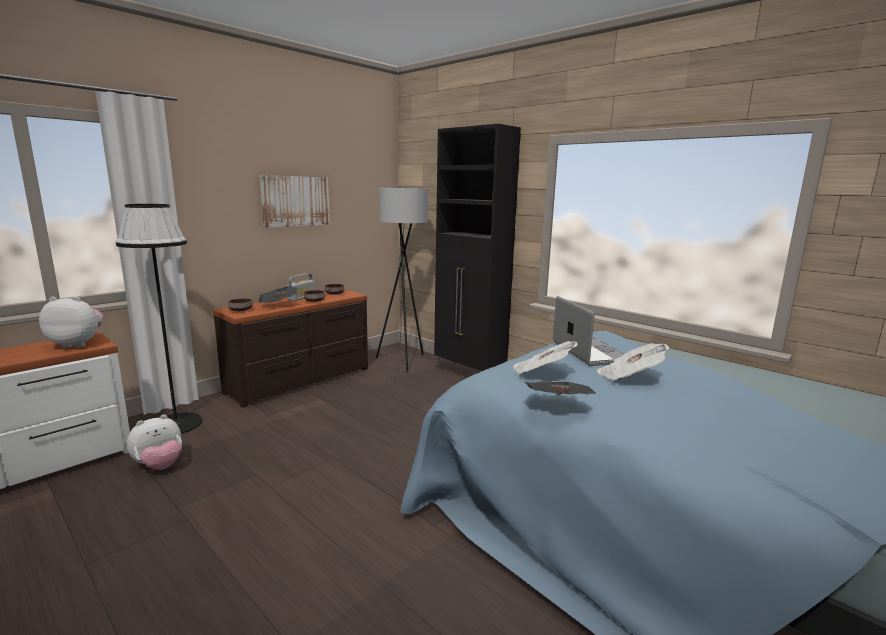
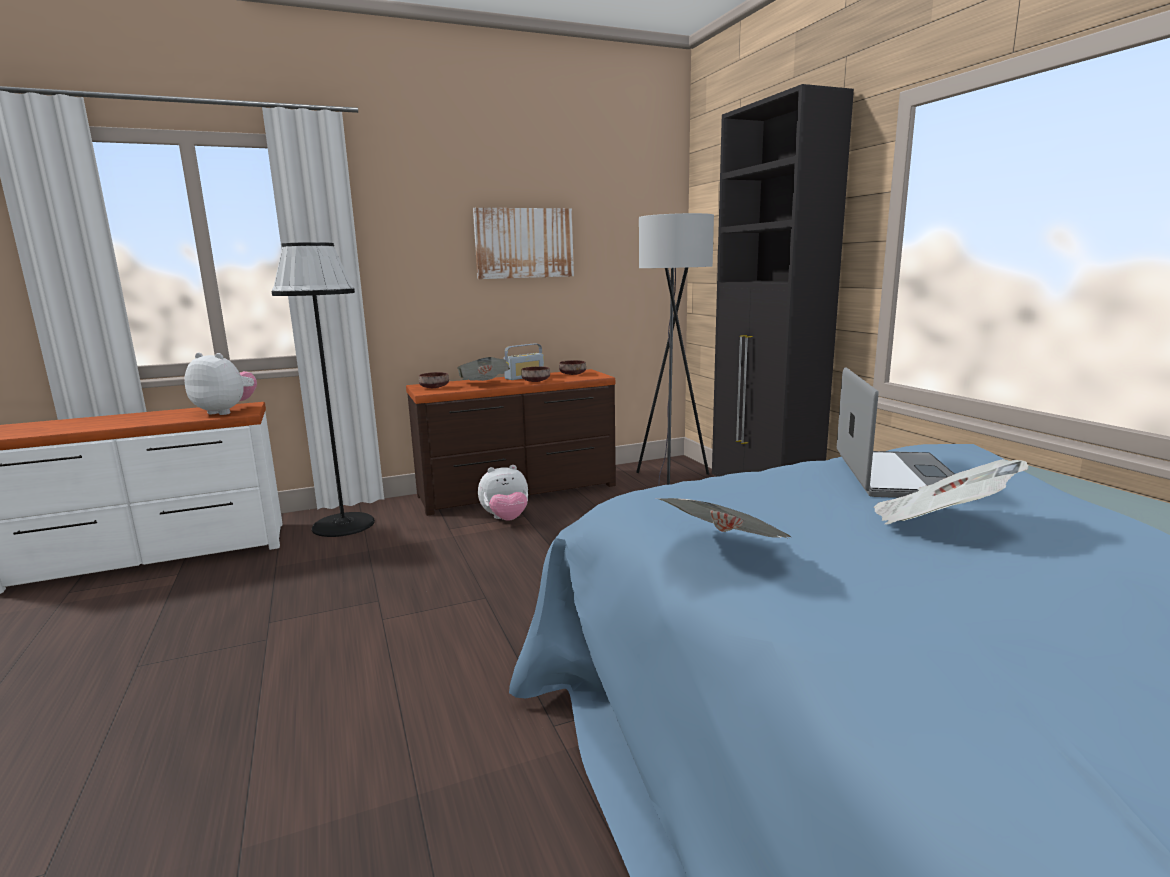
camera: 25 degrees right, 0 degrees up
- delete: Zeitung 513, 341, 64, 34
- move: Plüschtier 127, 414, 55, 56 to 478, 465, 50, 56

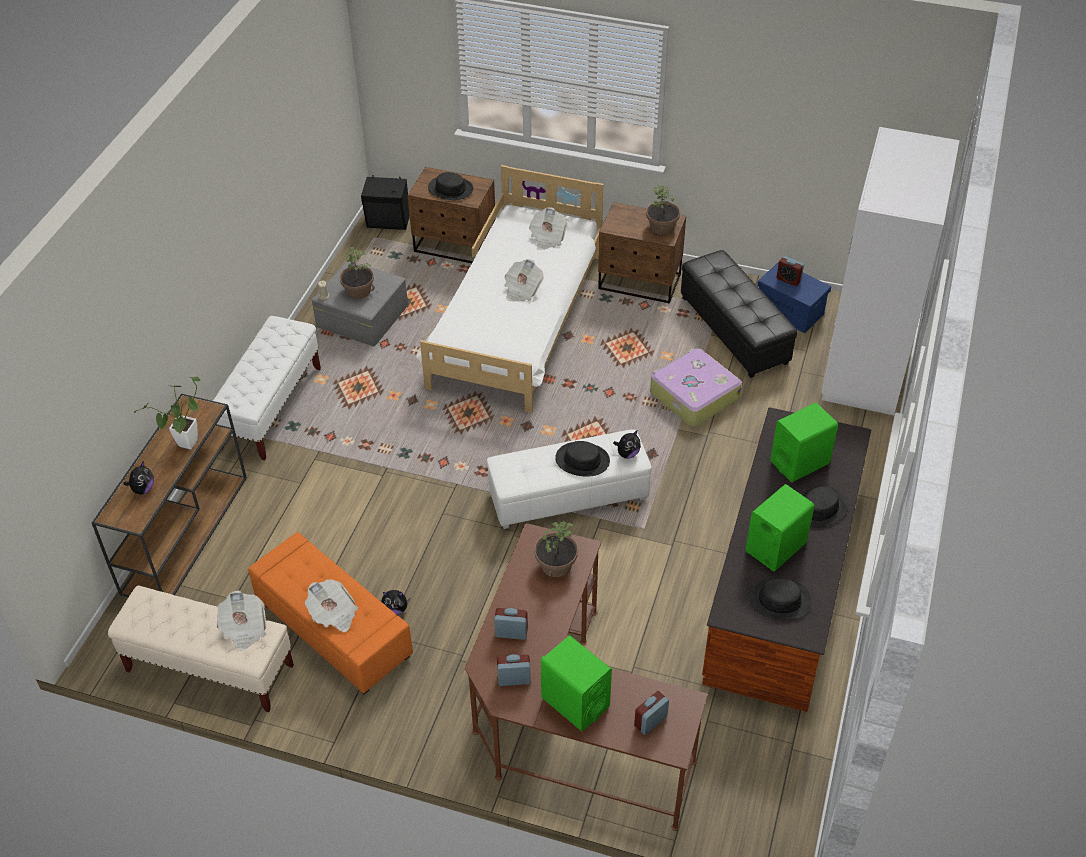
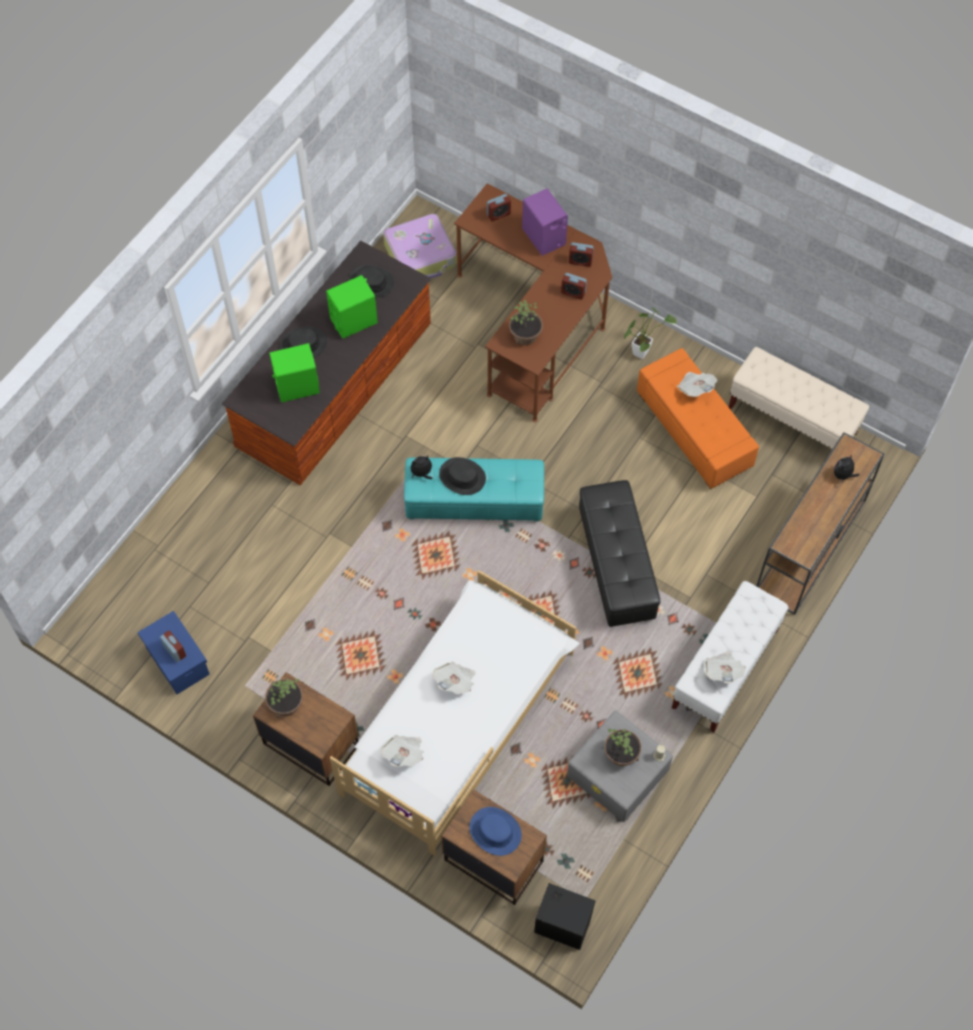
camera: 165 degrees left, 15 degrees up
- delete: Kleiderschrank [weiß] 821, 127, 139, 288
- recolor: Hut [schwarz] 428, 172, 45, 28 to Hut [blau] 469, 807, 53, 49
- move: Polsterhocker [schwarz] 681, 250, 117, 128 to 579, 480, 81, 147
- move: Koffer 650, 348, 92, 79 to 383, 214, 74, 64
- move: Topfpflanze 134, 376, 66, 73 to 624, 307, 53, 52
- recolor: Polsterhocker [weiß] 487, 429, 165, 100 to Polsterhocker [türkis] 404, 458, 140, 63
- move: Zeitung 217, 590, 50, 61 to 705, 652, 41, 32
- delete: Plüschtier 382, 590, 28, 25
- recolor: Lautsprecher [grün] 541, 635, 71, 96 to Lautsprecher [lila] 522, 189, 46, 67

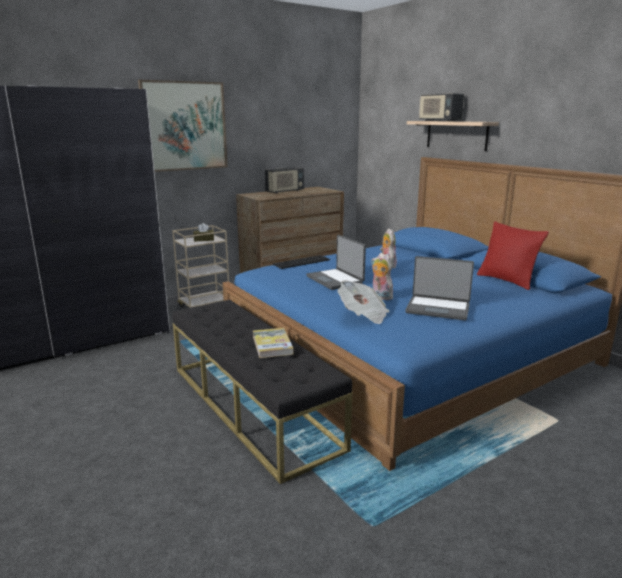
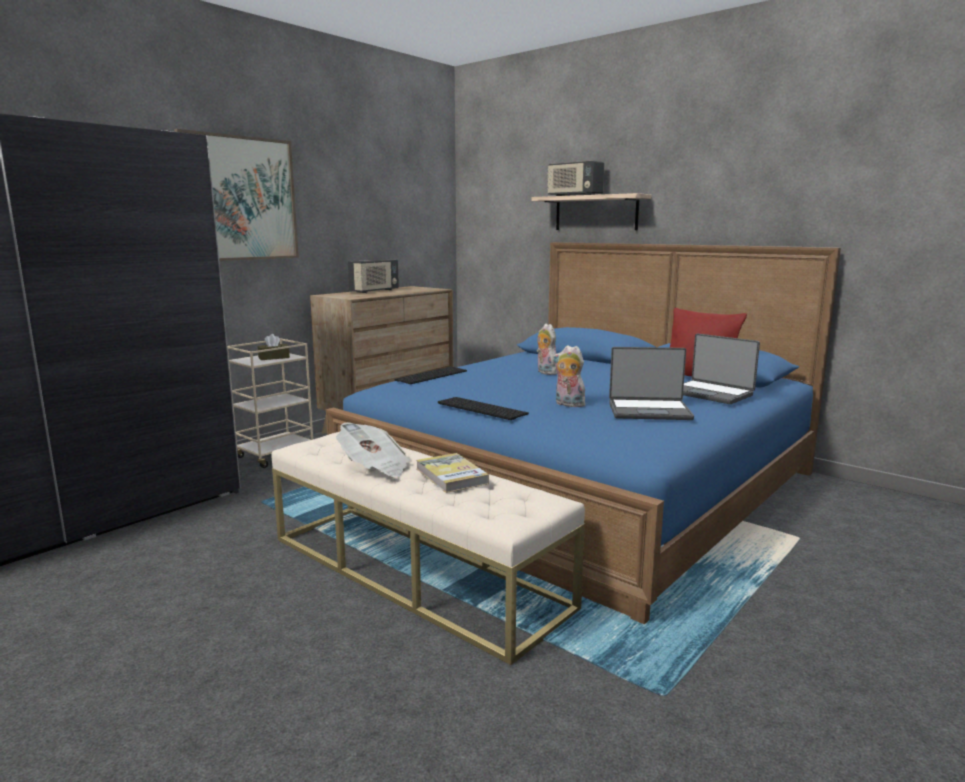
camera: 15 degrees left, 5 degrees down
- move: Laptop 306, 235, 60, 55 to 683, 333, 77, 71
- move: Zeitung 337, 280, 52, 44 to 336, 422, 75, 56
- recolor: Bank [schwarz] 172, 300, 180, 184 to Bank [beige] 271, 432, 314, 233
- insert: Tastatur 438, 397, 91, 23

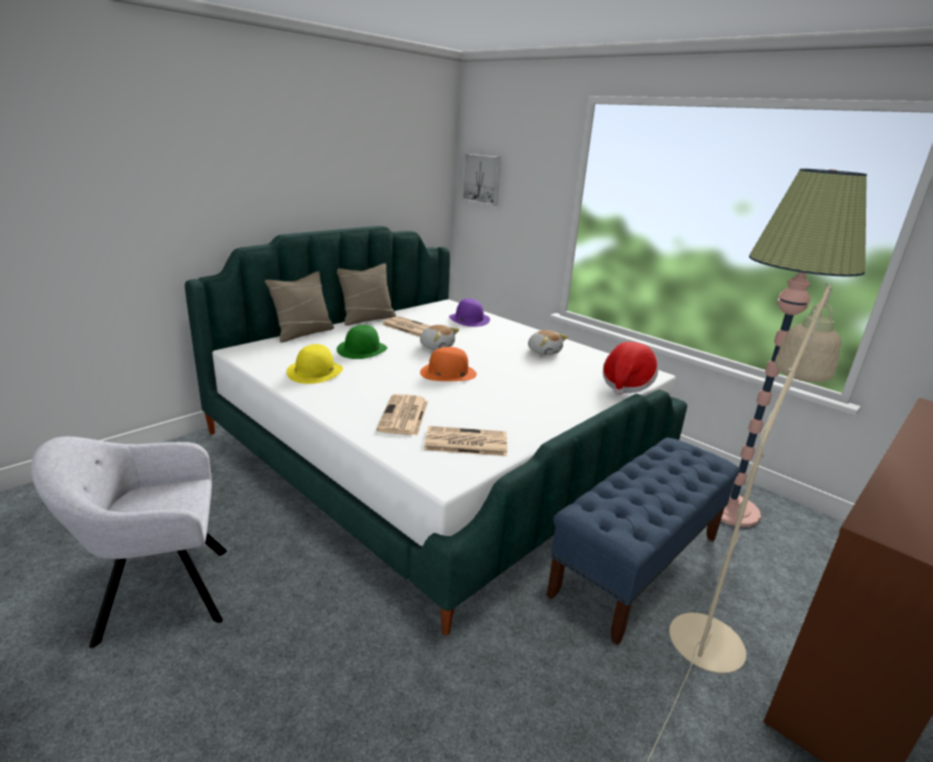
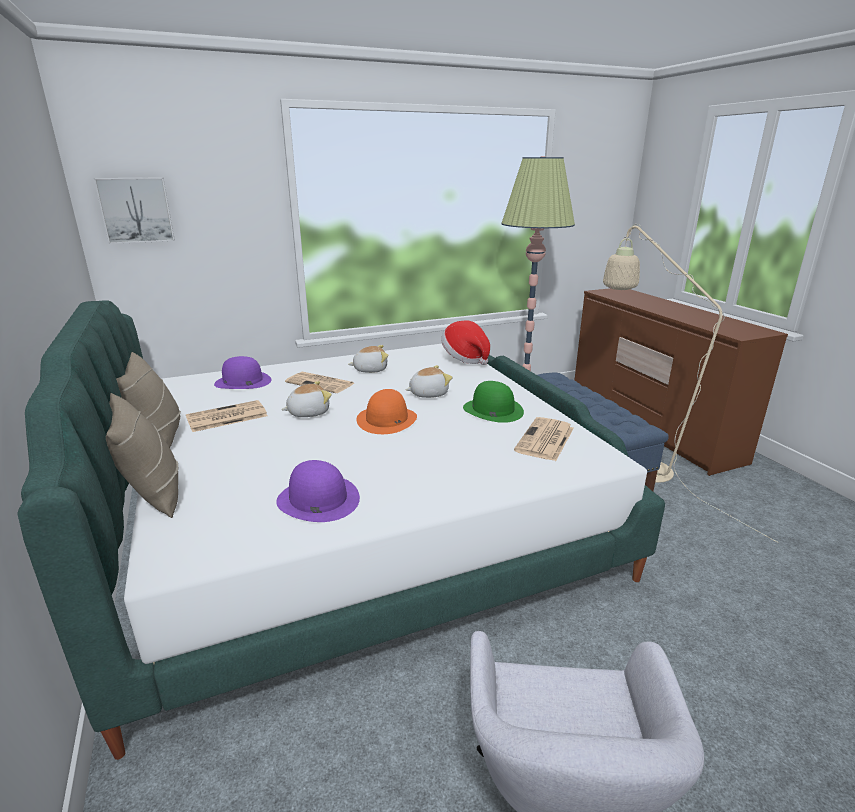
camera: 65 degrees left, 0 degrees up
- move: Hut [grün] 337, 325, 50, 34 to 463, 381, 61, 42
- recolor: Hut [gelb] 286, 344, 57, 40 to Hut [lila] 276, 460, 84, 62
- move: Zeitung 376, 394, 52, 42 to 285, 372, 70, 21
- insert: Plüschtier 405, 365, 47, 33

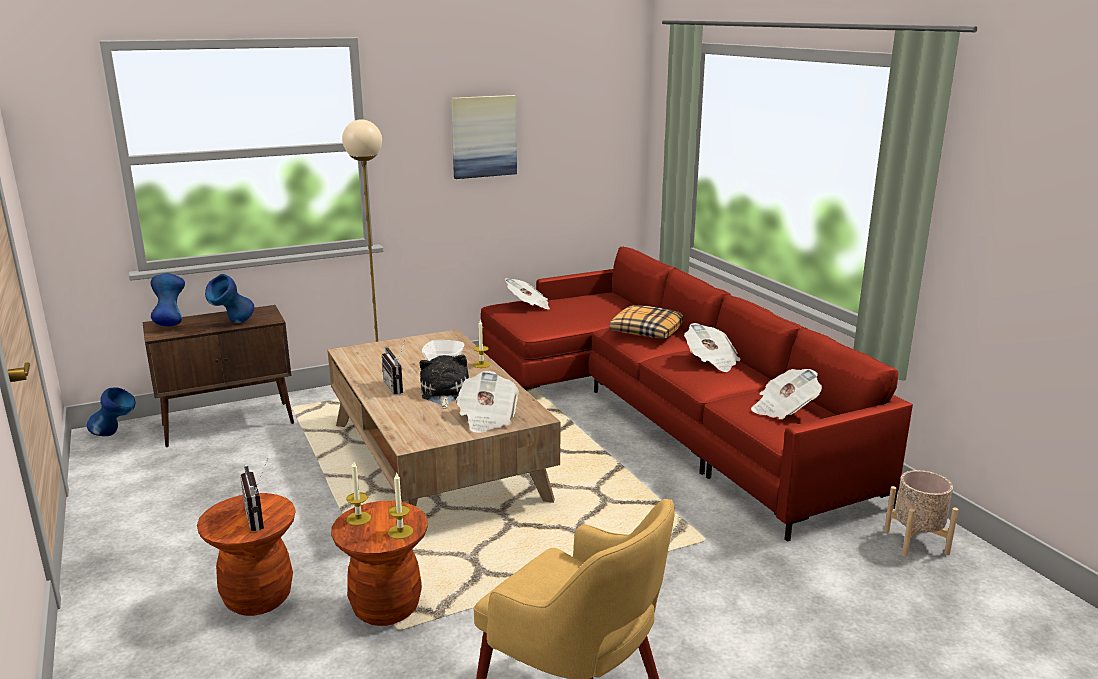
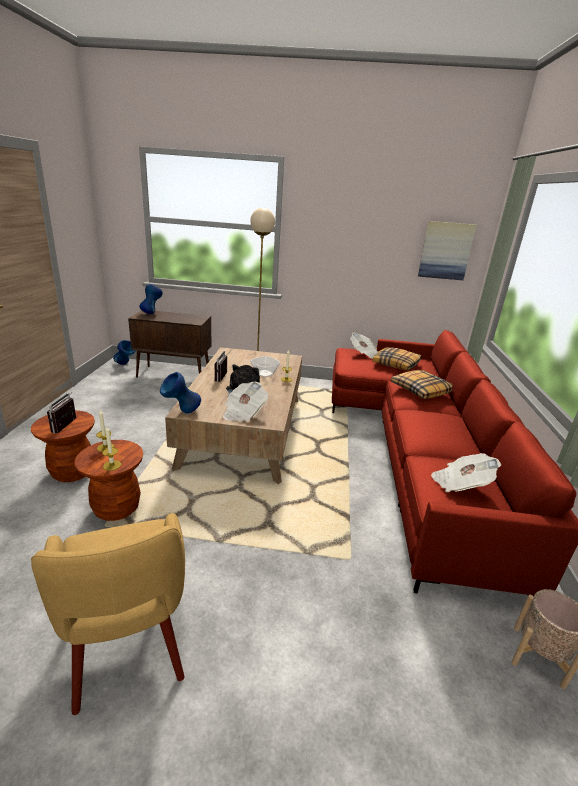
camera: 30 degrees right, 5 degrees up
- move: Bild 451, 95, 66, 84 to 418, 221, 59, 59
- move: Vase [blau] 205, 274, 49, 49 to 160, 372, 41, 42
- delete: Zeitung 684, 323, 57, 49
- insert: Kissen 372, 347, 49, 24

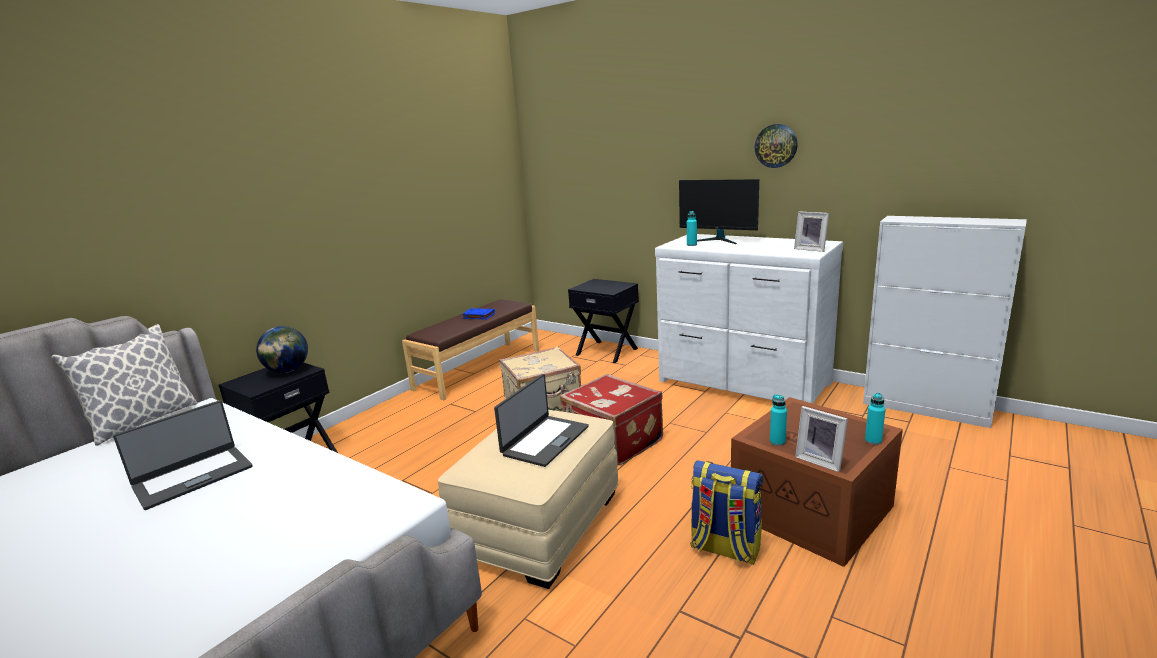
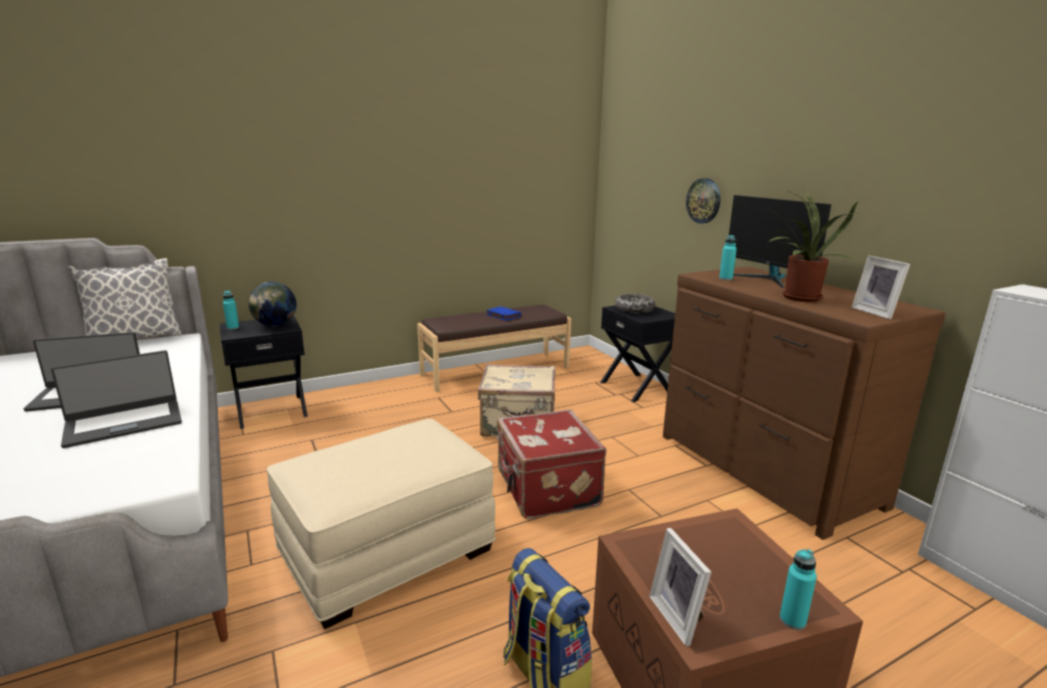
camera: 25 degrees right, 0 degrees up
- move: Wanduhr 755, 124, 43, 44 to 686, 178, 34, 46
- recolor: Kommode [weiß] 655, 234, 188, 170 to Kommode [braun] 663, 266, 283, 274
- move: Laptop 494, 374, 95, 93 to 51, 350, 131, 98
- move: Flasche [türkis] 770, 394, 17, 52 to 223, 291, 16, 39
- insert: Topfpflanze 765, 190, 95, 112
- insert: Schüssel 615, 294, 40, 20

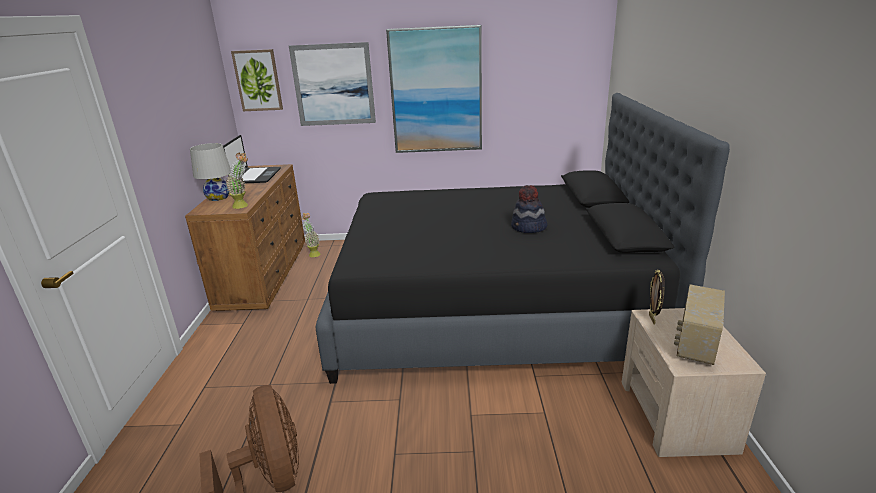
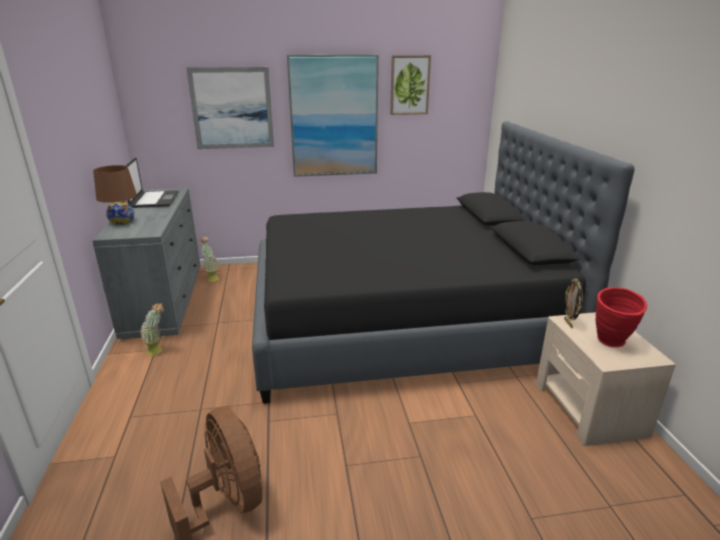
camera: 10 degrees left, 0 degrees up
- move: Bild 231, 49, 52, 62 to 390, 55, 41, 60
- recolor: Tischlampe [weiß] 190, 143, 41, 58 to Tischlampe [braun] 93, 165, 44, 60
- move: Topfpflanze 226, 153, 22, 56 to 141, 303, 23, 53
- recolor: Kommode [braun] 185, 164, 120, 147 to Kommode [grau] 92, 188, 108, 151
- delete: Hut 511, 185, 36, 48
- replace: Radio 674, 284, 51, 81 to Vase [rot] 596, 287, 51, 60

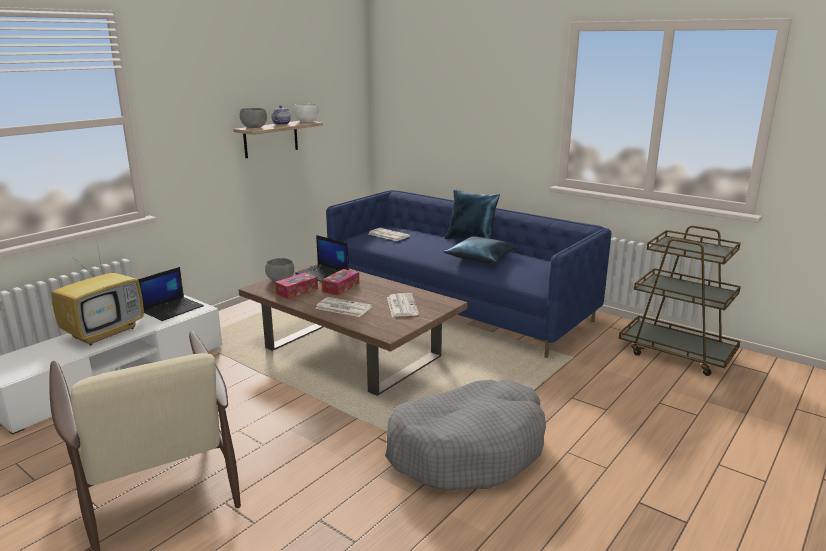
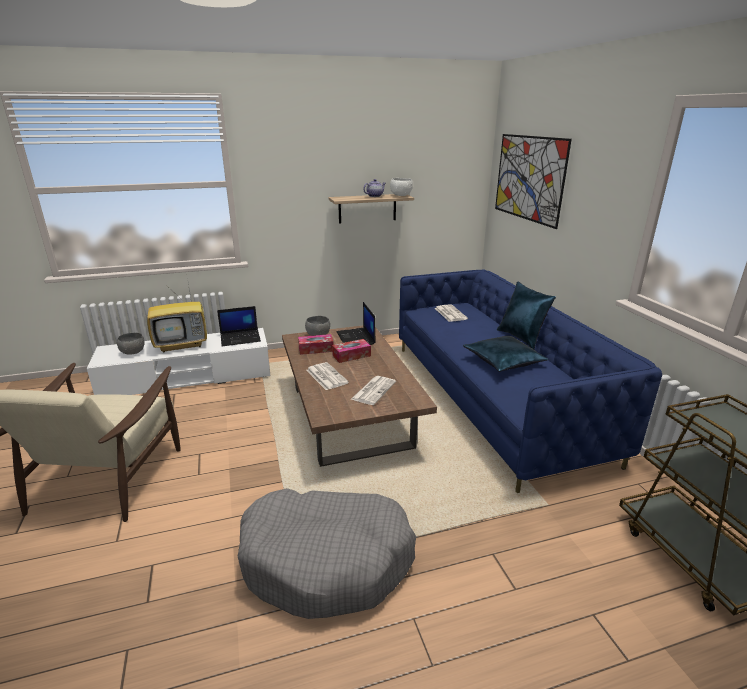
camera: 35 degrees right, 5 degrees up
- move: Schüssel [grau] 240, 108, 27, 20 to 117, 333, 28, 22
- insert: Bild 495, 134, 77, 95

